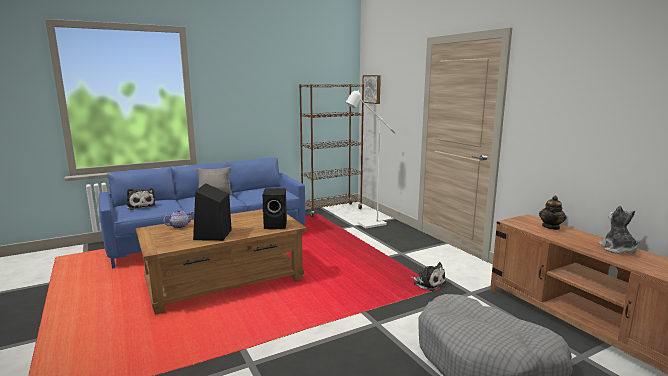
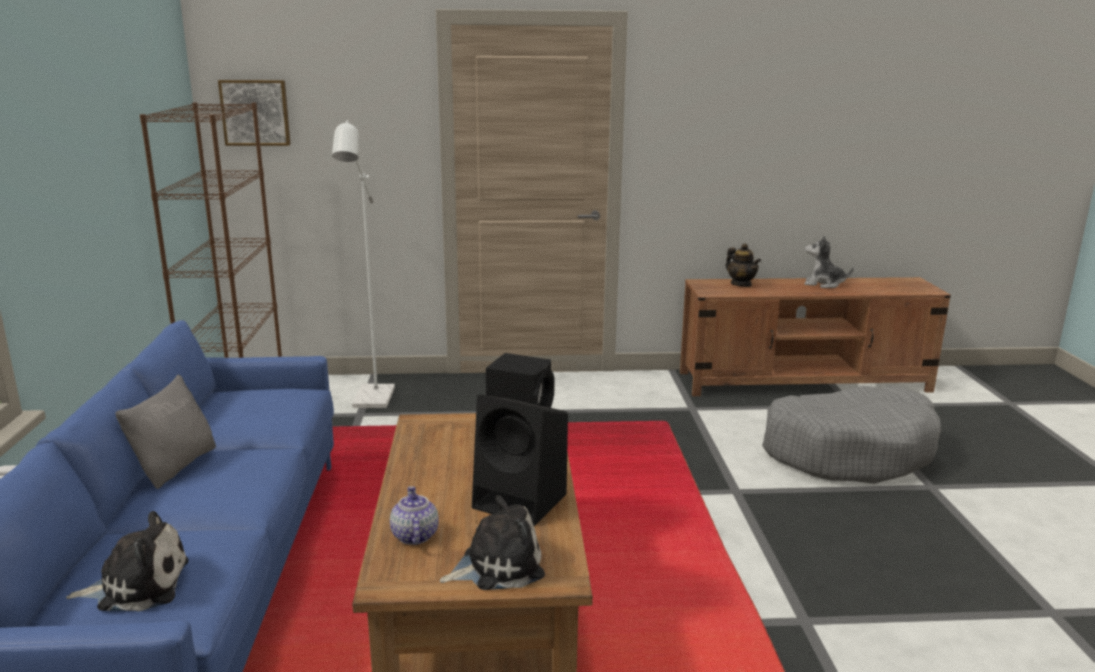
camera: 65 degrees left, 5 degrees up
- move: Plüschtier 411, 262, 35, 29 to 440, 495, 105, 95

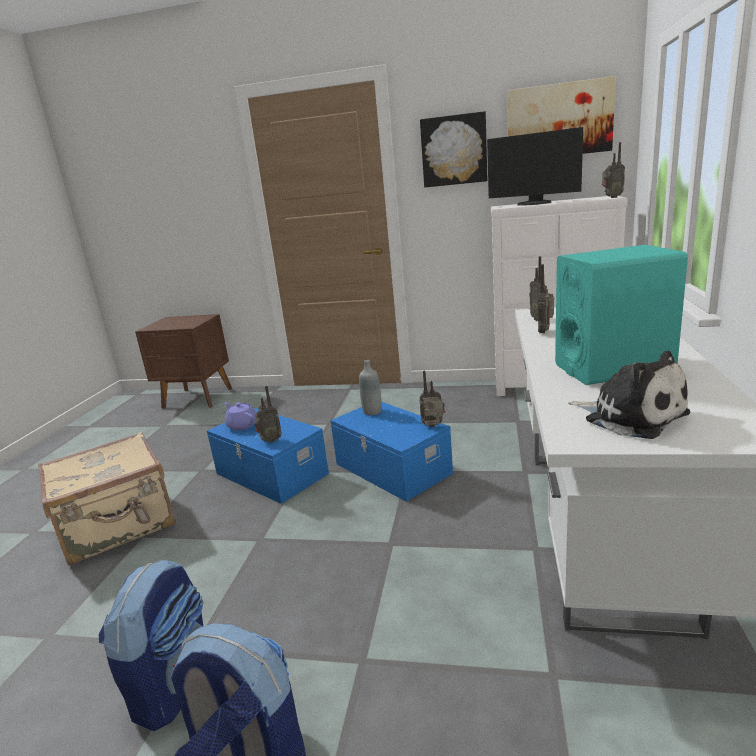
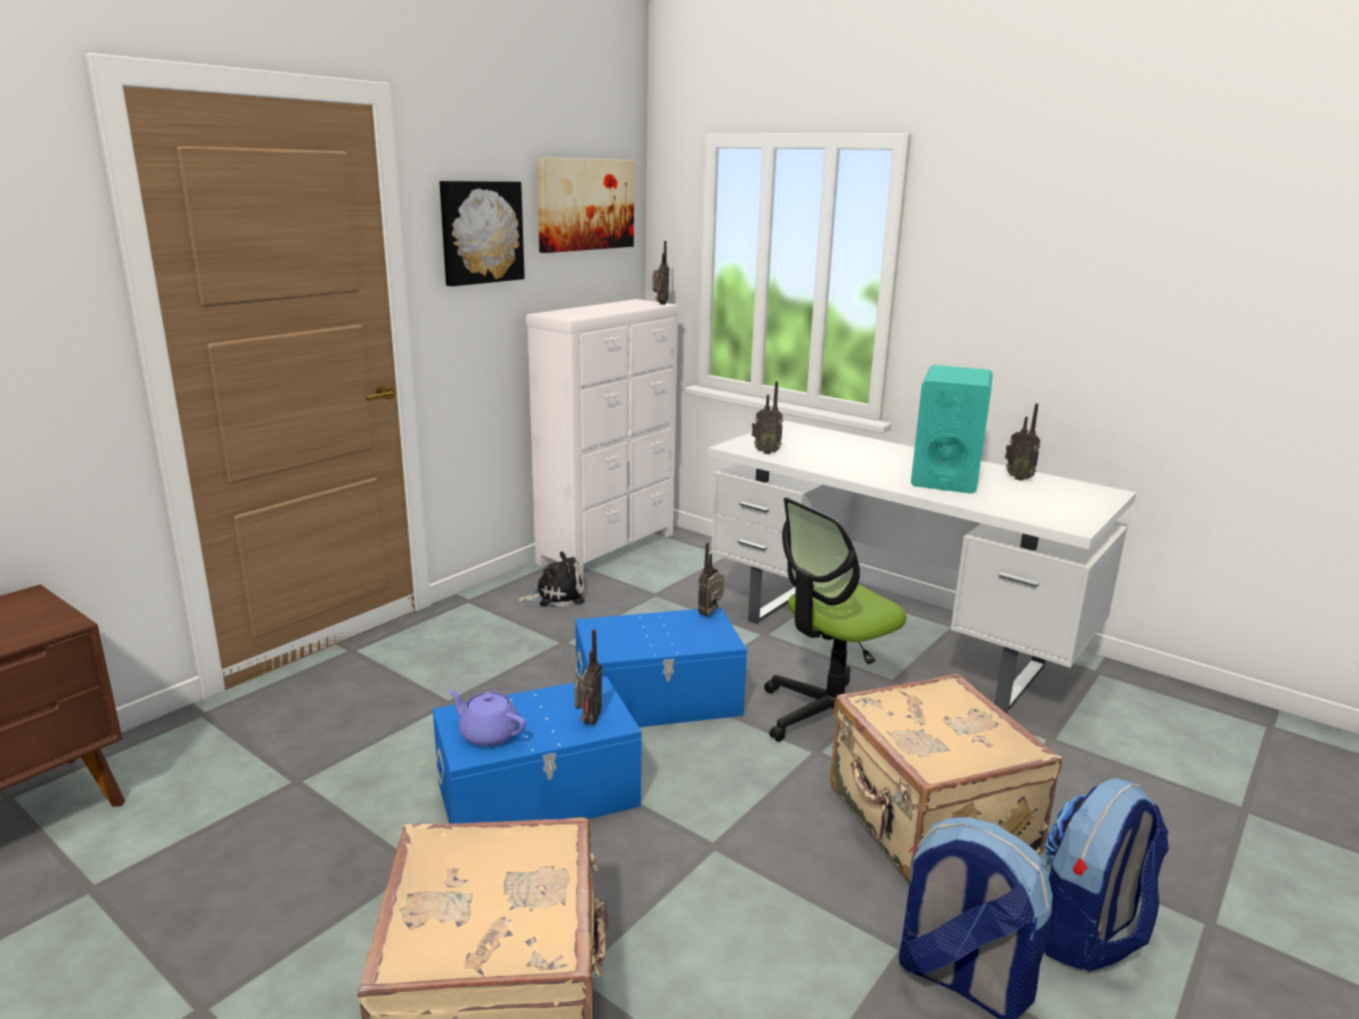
camera: 65 degrees left, 0 degrees up
- delete: Monitor 487, 127, 96, 79
- move: Radio 538, 264, 16, 69 to 1005, 403, 36, 78
- move: Plüschtier 568, 351, 122, 88 to 517, 551, 68, 56
- delete: Flasche [grau] 359, 360, 23, 55
- rotate: Teekanne [lila] 225, 402, 31, 28 = 448, 690, 78, 57 45 degrees clockwise
- insert: Bürostuhl 764, 497, 142, 245
- insert: Koffer [beige] 830, 674, 232, 210

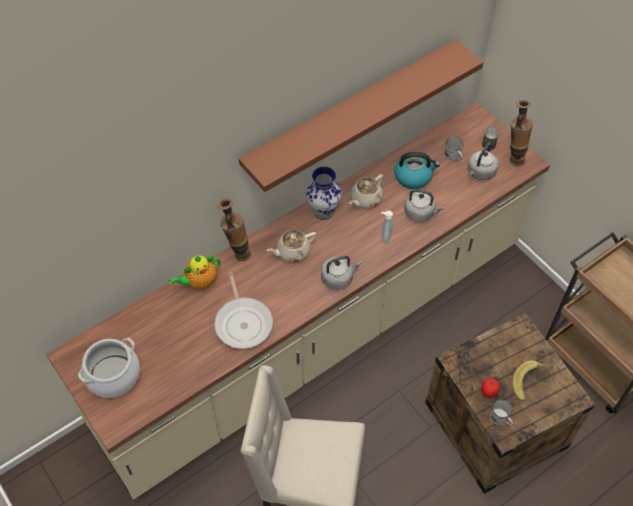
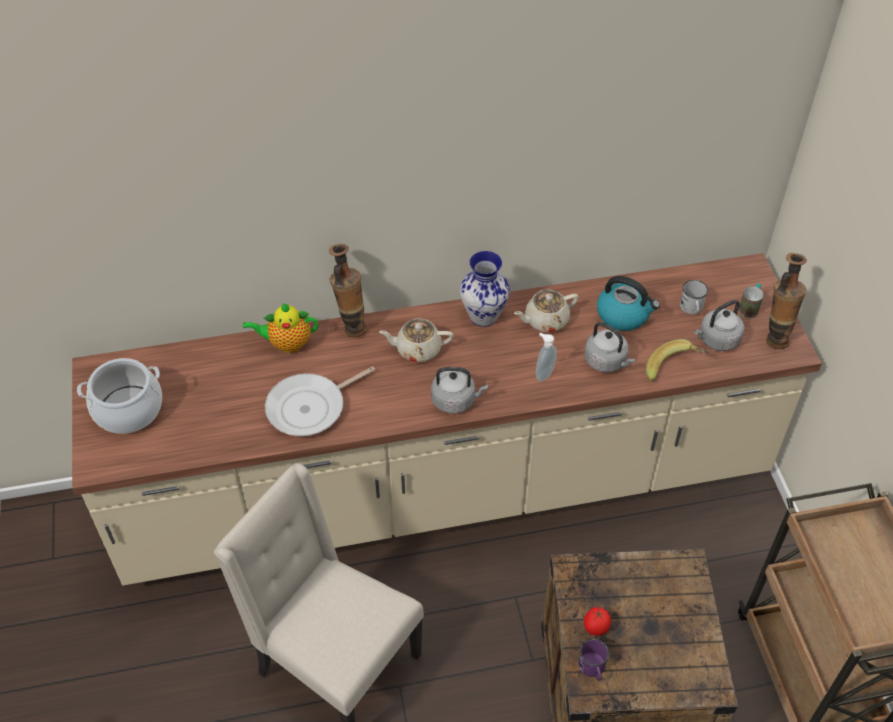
camera: 25 degrees right, 5 degrees down
- delete: Wandregal [braun] 239, 40, 245, 152
- rotate: Pfanne 214, 273, 59, 76 = 265, 367, 110, 69 45 degrees clockwise
- move: Banane 512, 360, 41, 41 to 646, 339, 62, 43
- recolor: Henkelbecher [weiß] 490, 399, 23, 27 to Henkelbecher [lila] 579, 639, 30, 42

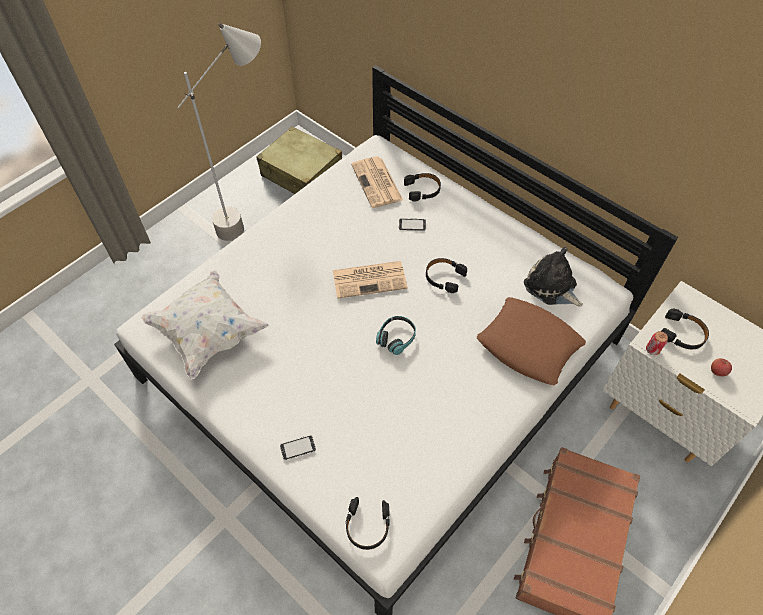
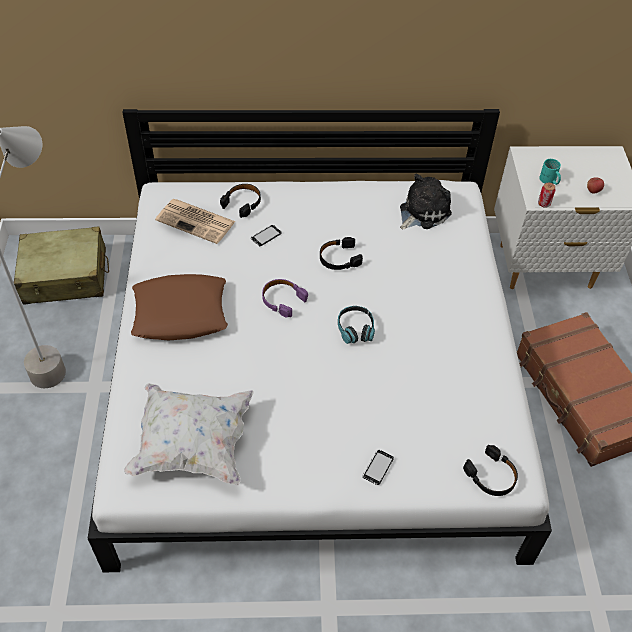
camera: 45 degrees left, 5 degrees down
- rotate: Plüschtier 524, 247, 59, 60 = 400, 173, 52, 56 135 degrees clockwise
- replace: Zeitung 333, 261, 74, 38 to Kopfhörer [lila] 262, 279, 46, 38
- move: Kissen [braun] 477, 297, 109, 88 to 131, 274, 97, 66
- replace: Kopfhörer [schwarz] 662, 309, 47, 40 to Henkelbecher [türkis] 539, 159, 22, 26

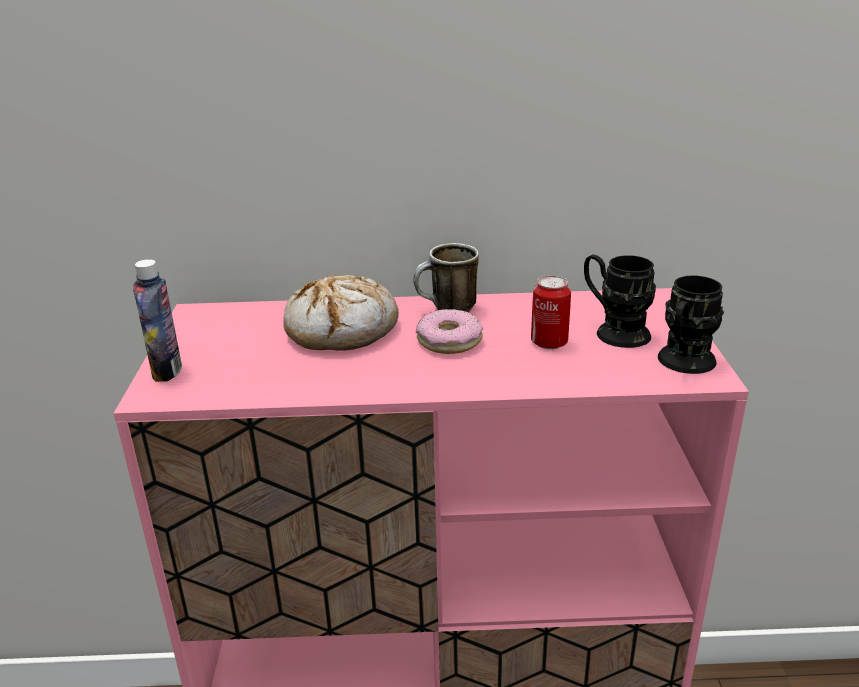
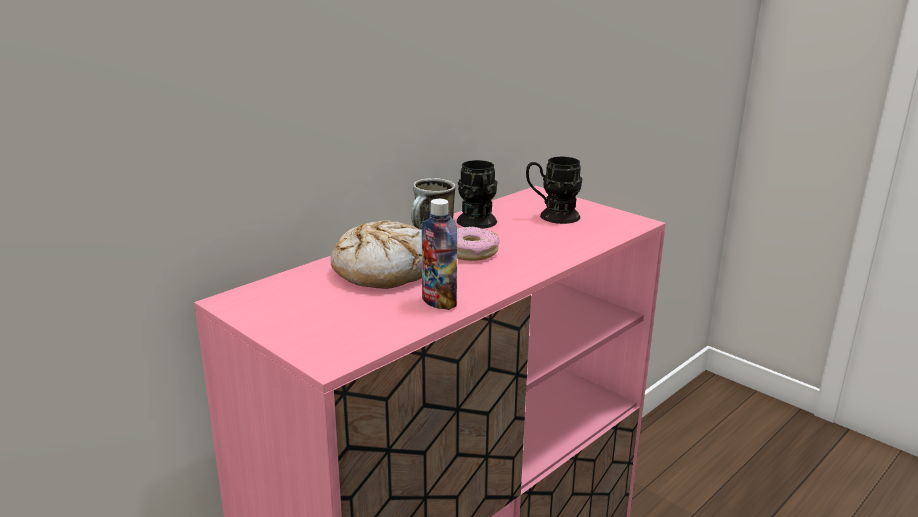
camera: 45 degrees left, 5 degrees down
- move: Flasche 133, 259, 49, 123 to 422, 199, 35, 111
- delete: Dose 531, 275, 40, 74
- move: Henkelbecher [schwarz] 658, 276, 66, 98 to 457, 160, 41, 69

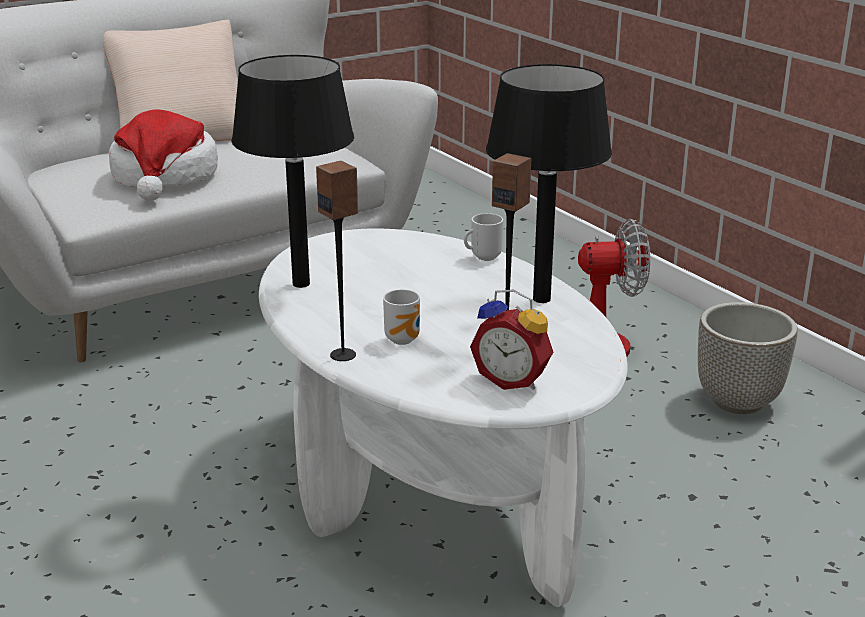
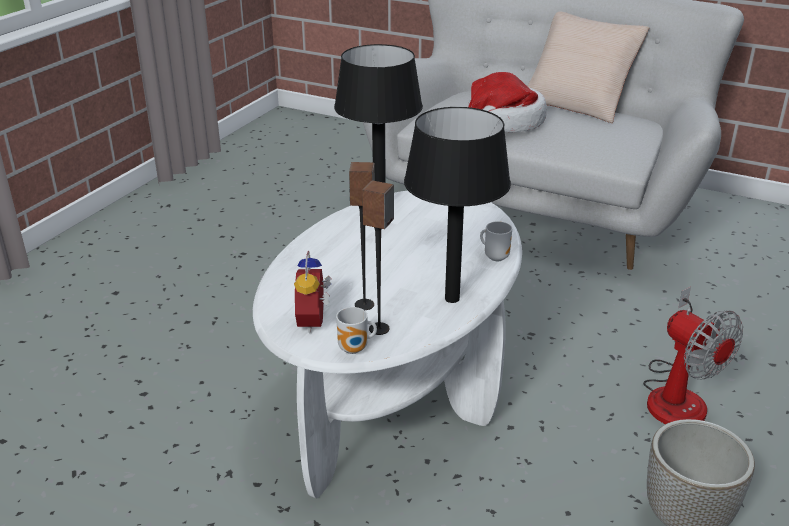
camera: 60 degrees right, 5 degrees up
- move: Lautsprecher 316, 161, 42, 200 to 362, 180, 32, 155
- move: Henkelbecher 383, 289, 37, 56 to 336, 307, 41, 47

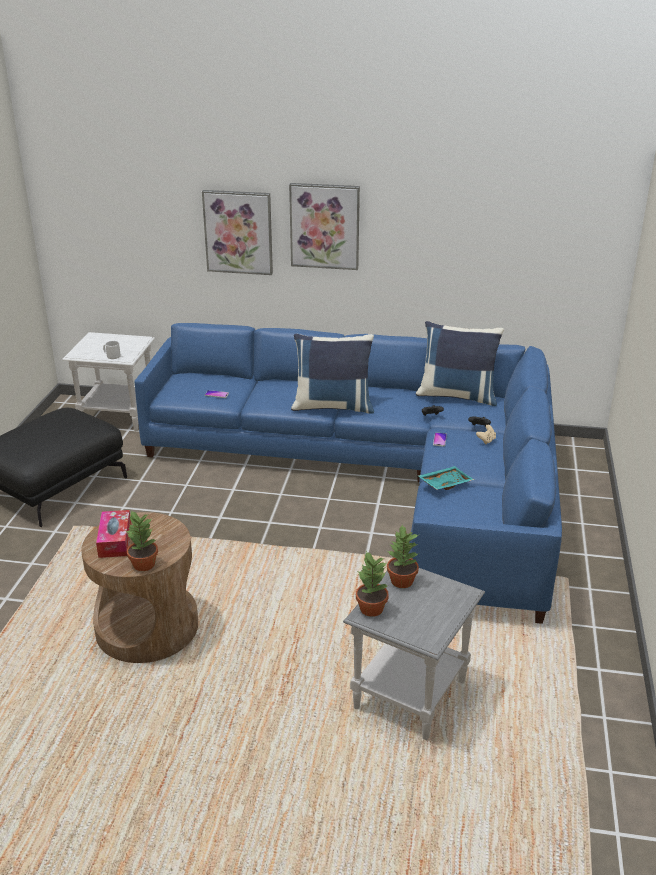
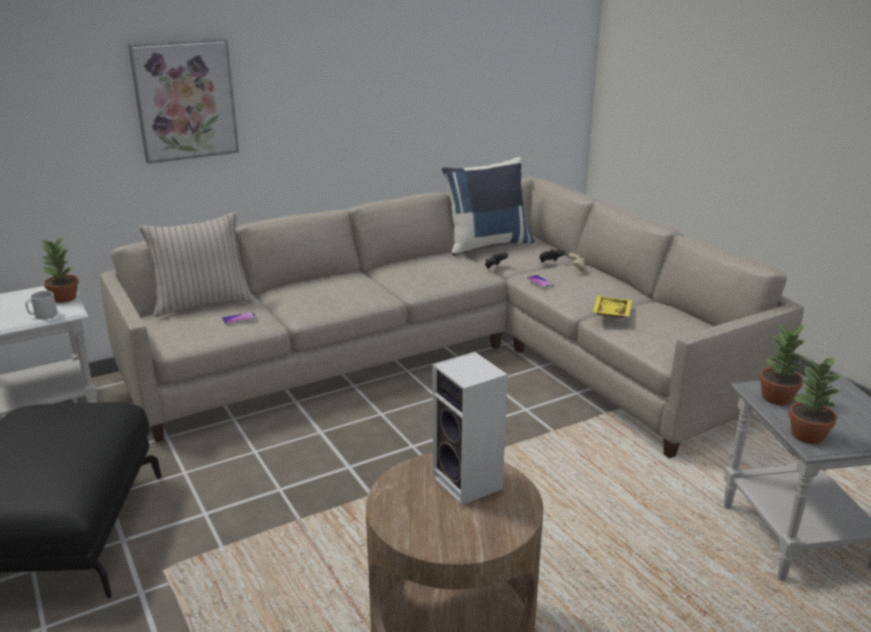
camera: 40 degrees left, 5 degrees down
- delete: Bild 289, 183, 71, 87
- recolor: Sofa [blau] 134, 323, 428, 301 to Sofa [beige] 100, 176, 704, 283
- delete: Kissen [blau] 291, 334, 83, 80
- recolor: Tablett [türkis] 418, 466, 56, 24 to Tablett [gelb] 593, 296, 39, 22
- delete: Taschentuchbox 96, 510, 35, 48
- move: Topfpflanze 126, 510, 32, 61 to 40, 237, 39, 66
- insert: Kissen [beige] 138, 212, 115, 105
- insert: Lautsprecher 432, 352, 76, 154

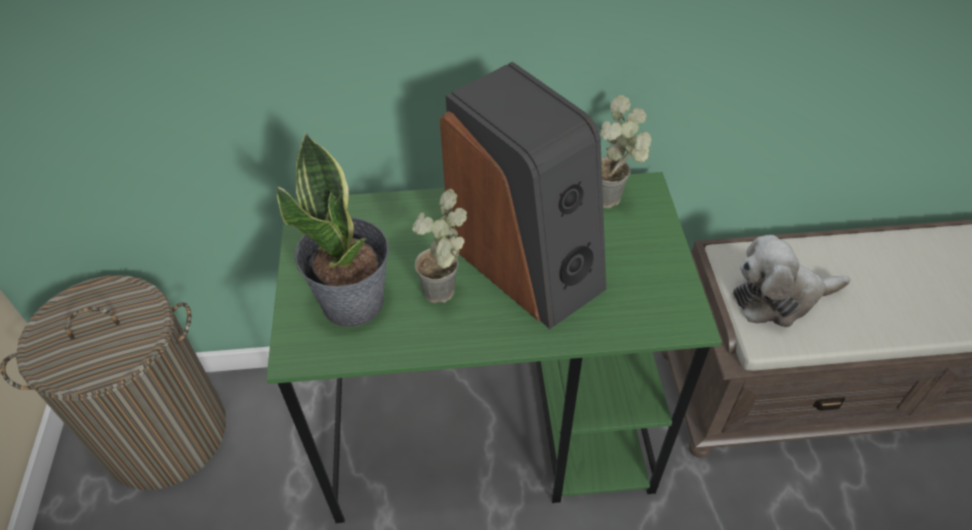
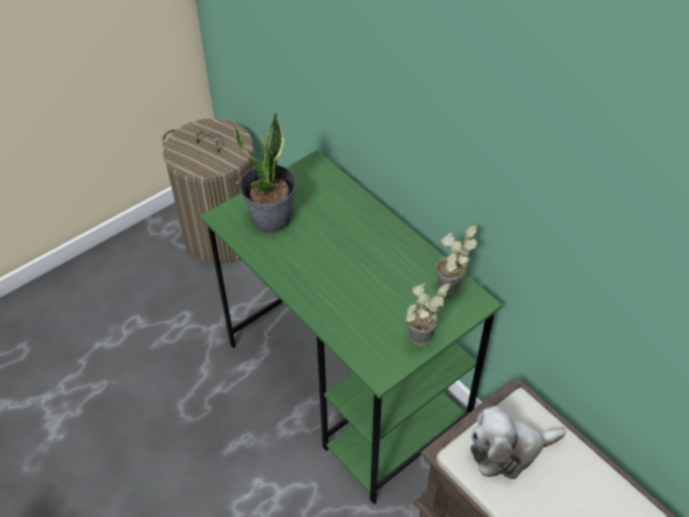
camera: 55 degrees right, 0 degrees up
- delete: Lautsprecher 440, 62, 166, 267
- move: Topfpflanze 412, 189, 55, 114 to 406, 283, 44, 63
- rotate: Plüschtier 733, 235, 117, 92 = 471, 406, 95, 73 60 degrees counterclockwise

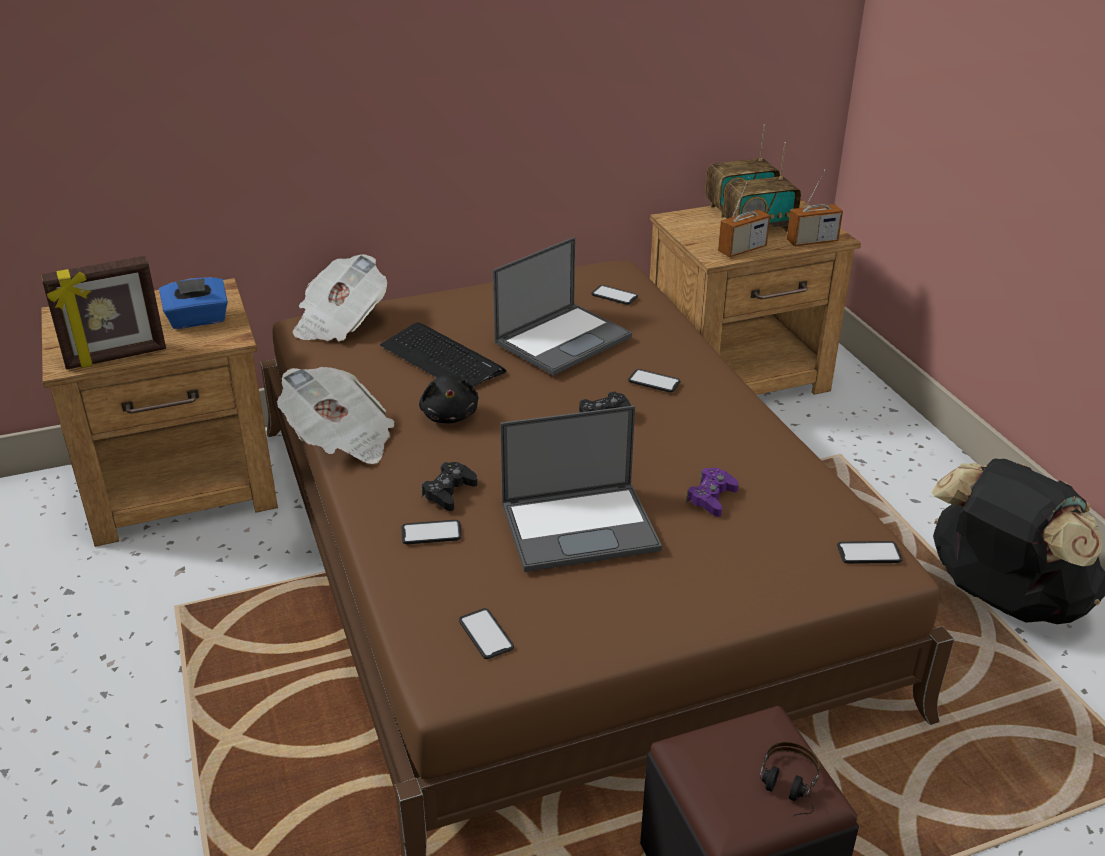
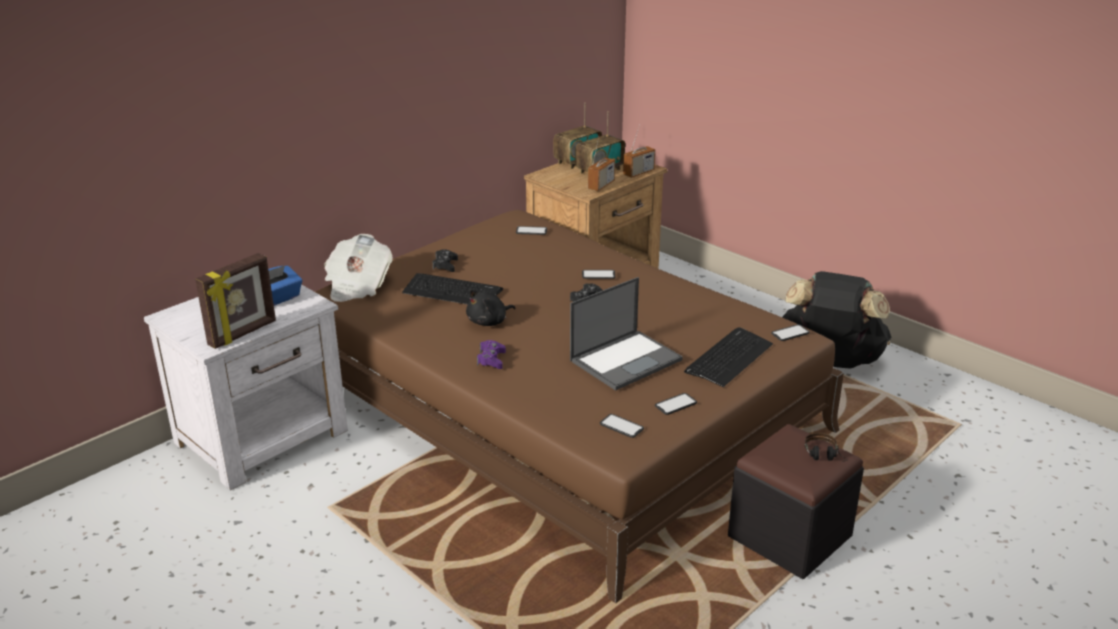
camera: 25 degrees left, 5 degrees down
- delete: Laptop 493, 237, 139, 139
- recolor: Nachttisch [braun] 41, 278, 237, 269 to Nachttisch [weiß] 144, 284, 204, 206
- delete: Zeitung 277, 367, 118, 97
- rotate: Plüschtier [schwarz] 419, 374, 59, 50 = 466, 289, 50, 37 90 degrees clockwise
- move: Gamepad [schwarz] 421, 462, 56, 49 to 433, 249, 25, 23
- move: Gamepad [lila] 686, 468, 53, 49 to 477, 340, 29, 29
- move: Handy 401, 520, 61, 24 to 655, 393, 42, 22
- insert: Tastatur 684, 327, 89, 60

